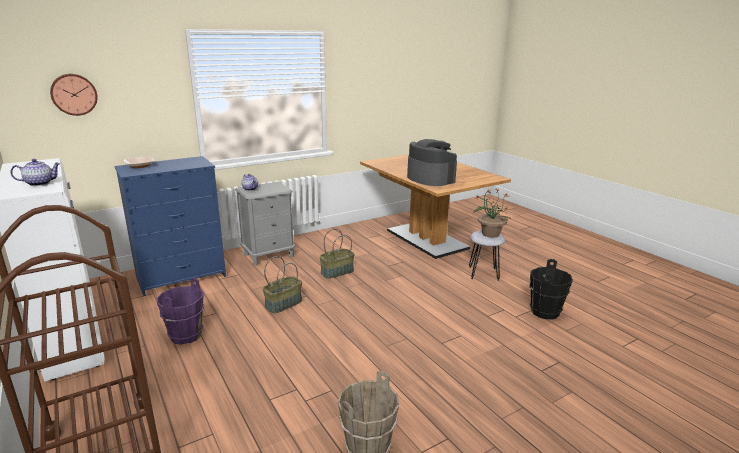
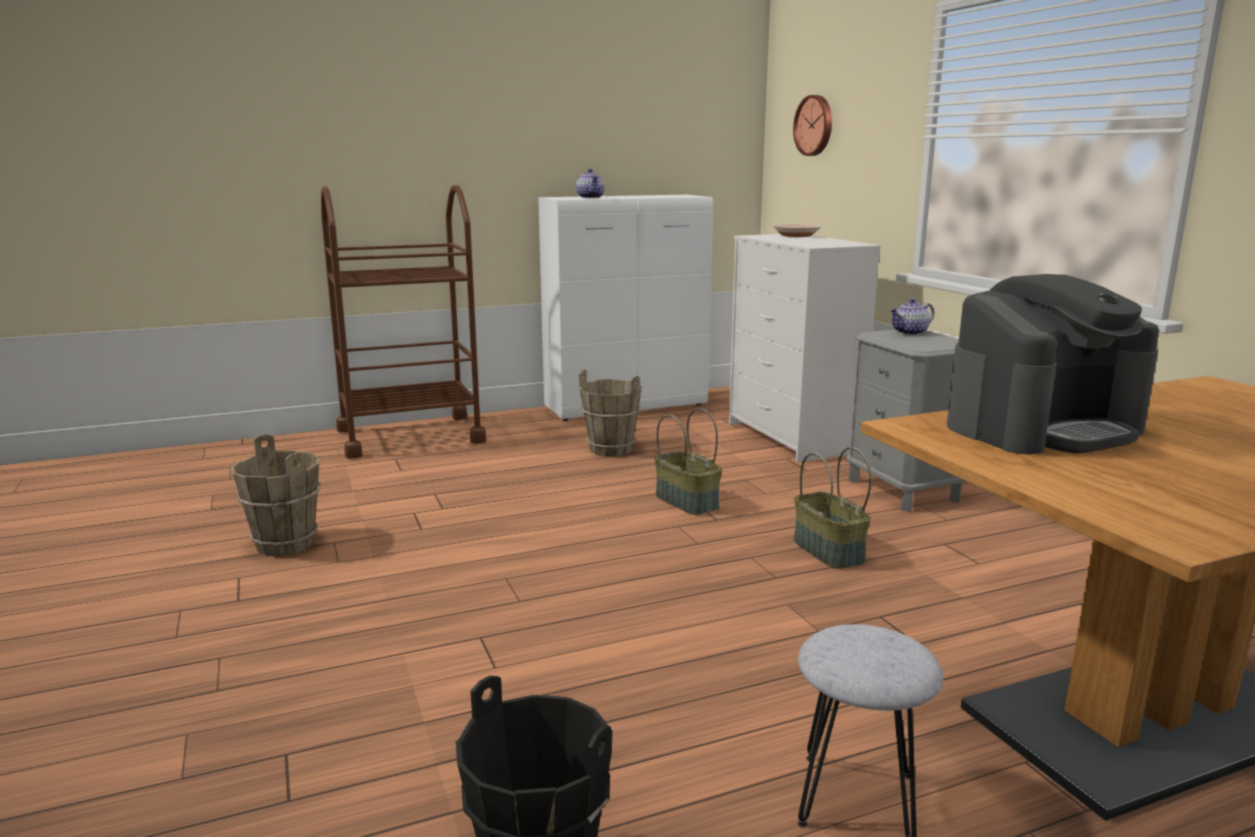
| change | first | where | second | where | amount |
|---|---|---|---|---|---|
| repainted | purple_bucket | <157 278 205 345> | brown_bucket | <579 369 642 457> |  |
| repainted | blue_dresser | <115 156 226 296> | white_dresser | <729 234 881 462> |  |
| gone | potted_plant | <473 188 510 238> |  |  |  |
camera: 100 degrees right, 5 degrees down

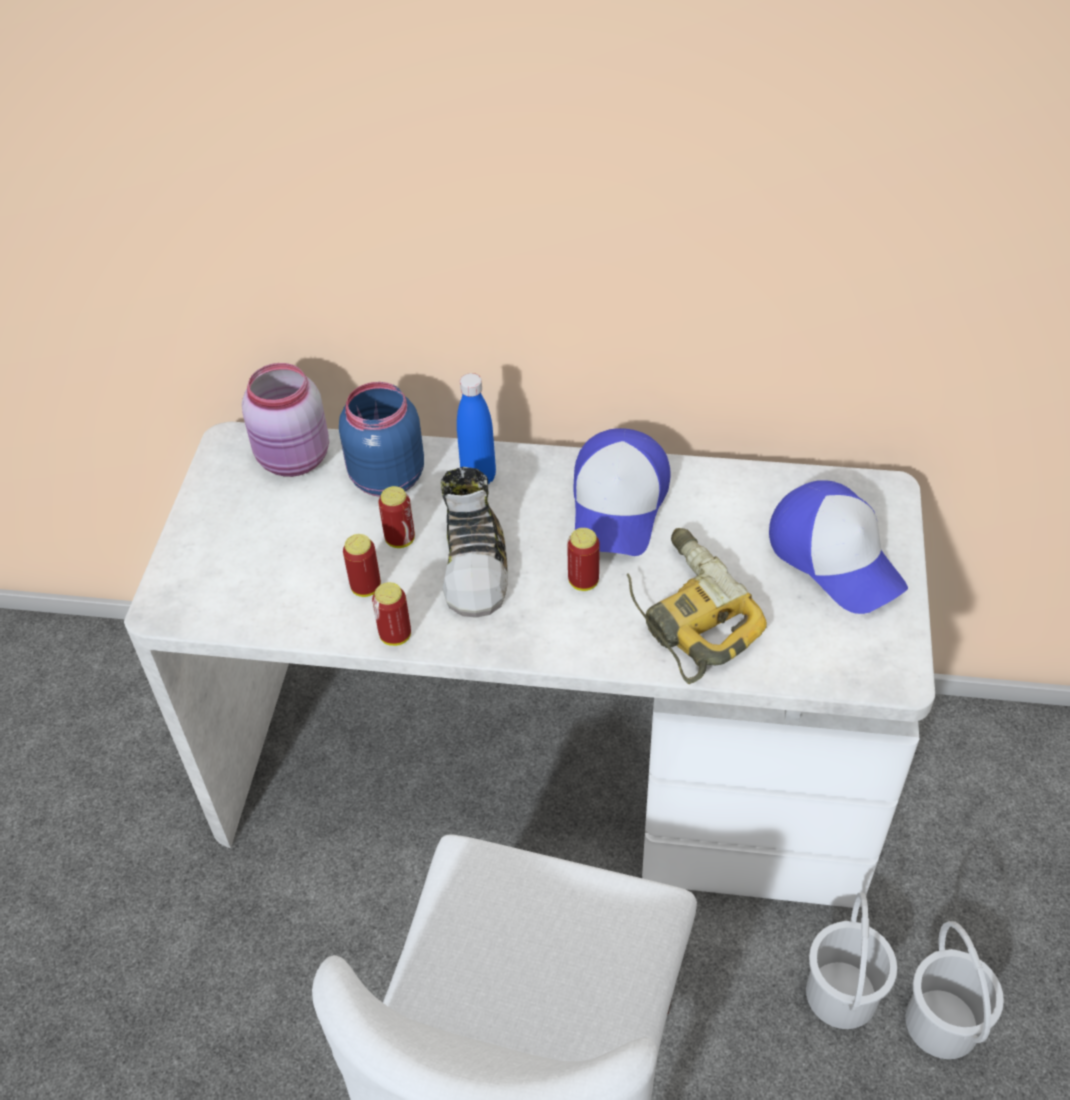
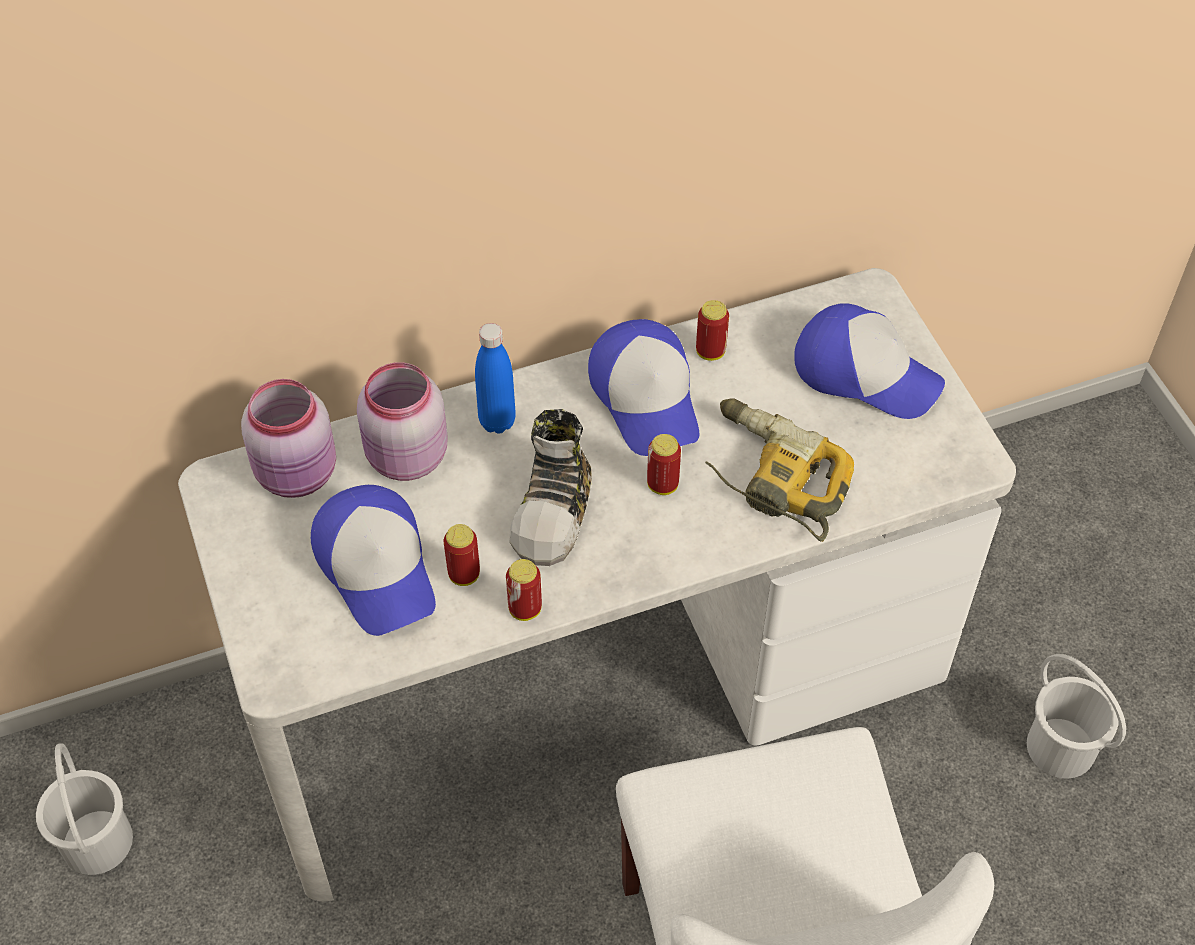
| change | first | where | second | where | amount |
|---|---|---|---|---|---|
| shifted | white_bucket | <806 893 897 1029> |  | <36 743 133 875> |  |
| new |  |  | cap | <311 485 436 636> |  |
| repainted | blue_jar | <339 382 424 497> | pink_jar | <357 362 448 481> |  |
| rotated | shoe | <441 467 508 618> |  | <509 409 592 566> | 45 degrees clockwise |
| shifted | can | <378 486 415 548> |  | <696 300 729 361> |  |
camera: 30 degrees left, 5 degrees up

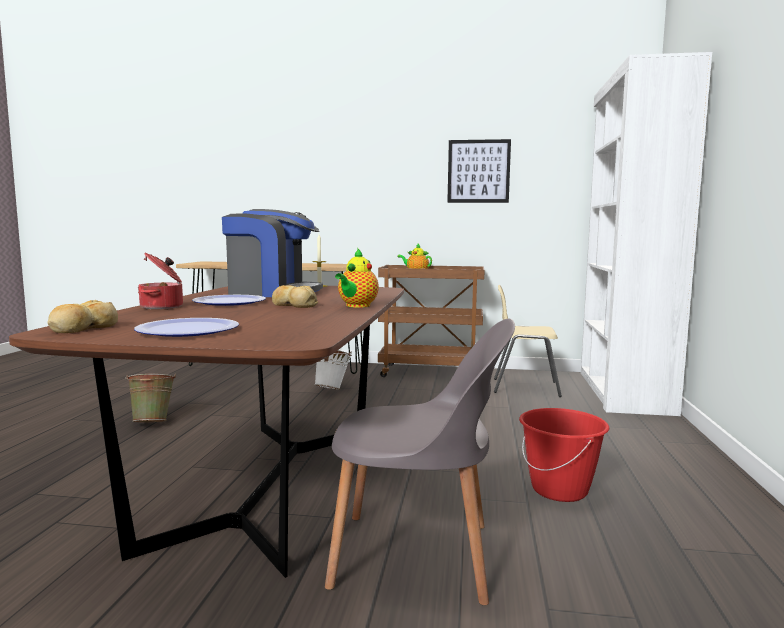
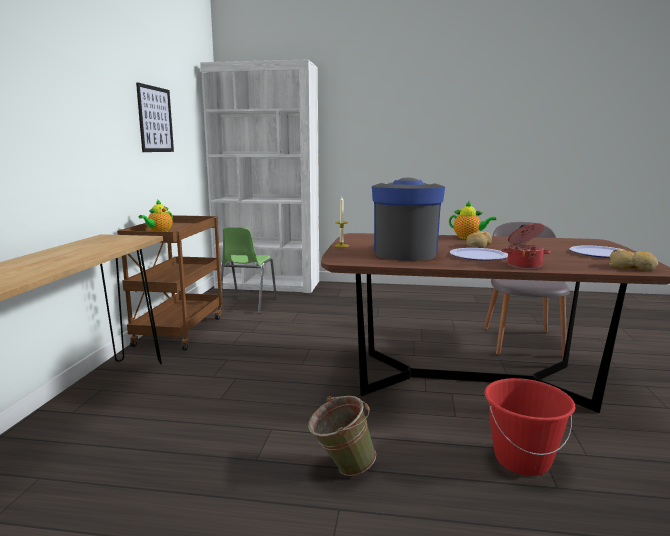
| change | first | where | second | where | amount |
|---|---|---|---|---|---|
| repainted | beige_chair | <494 285 562 397> | green_chair | <220 227 277 314> |  |
| shifted | red_bucket | <519 408 609 502> |  | <484 378 576 476> |  |
| gone | white_bucket | <314 350 352 390> |  |  |  |
camera: 90 degrees left, 5 degrees up

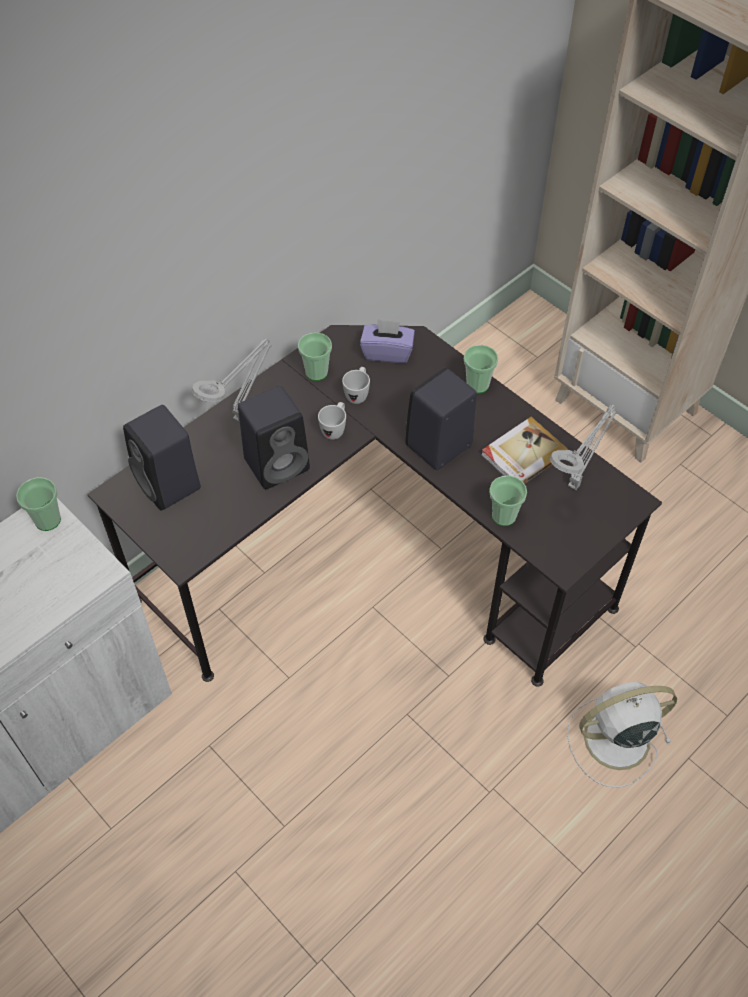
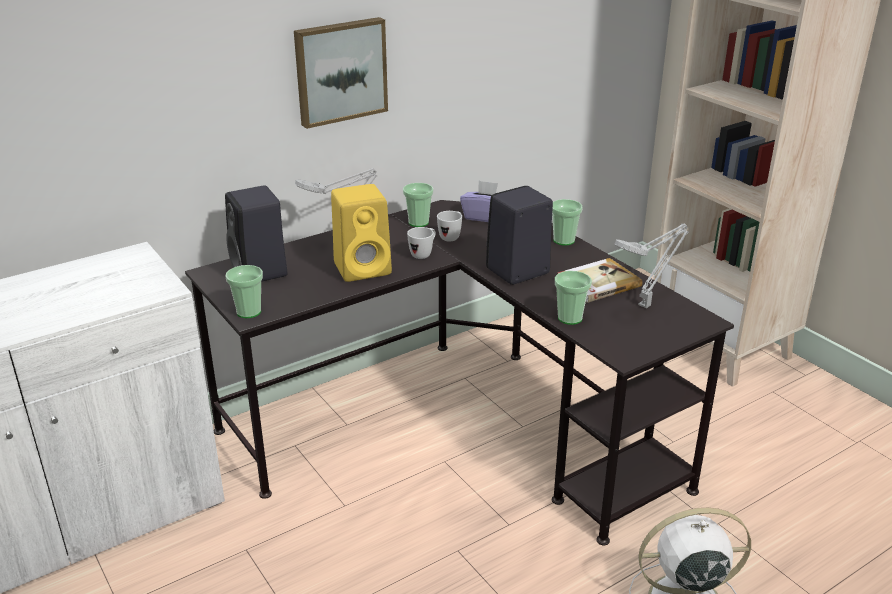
| change | first | where | second | where | amount |
|---|---|---|---|---|---|
| shifted | cup | <16 477 61 531> |  | <226 265 263 318> |  |
| new |  |  | picture | <294 17 388 129> |  |
| repainted | black_speaker | <238 386 310 489> | yellow_speaker | <331 184 392 282> |  |
camera: 10 degrees right, 25 degrees down

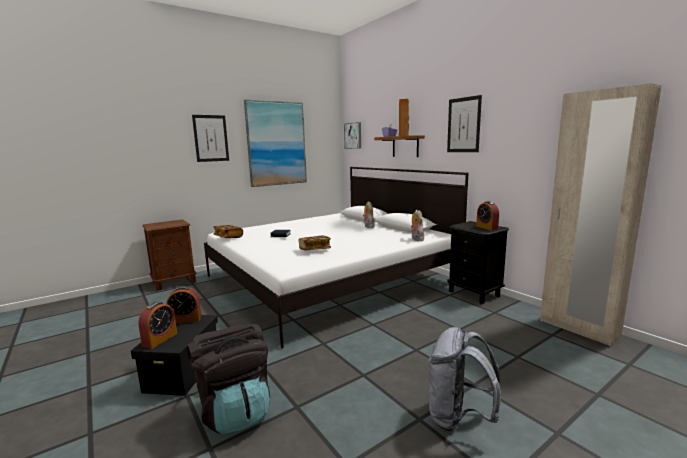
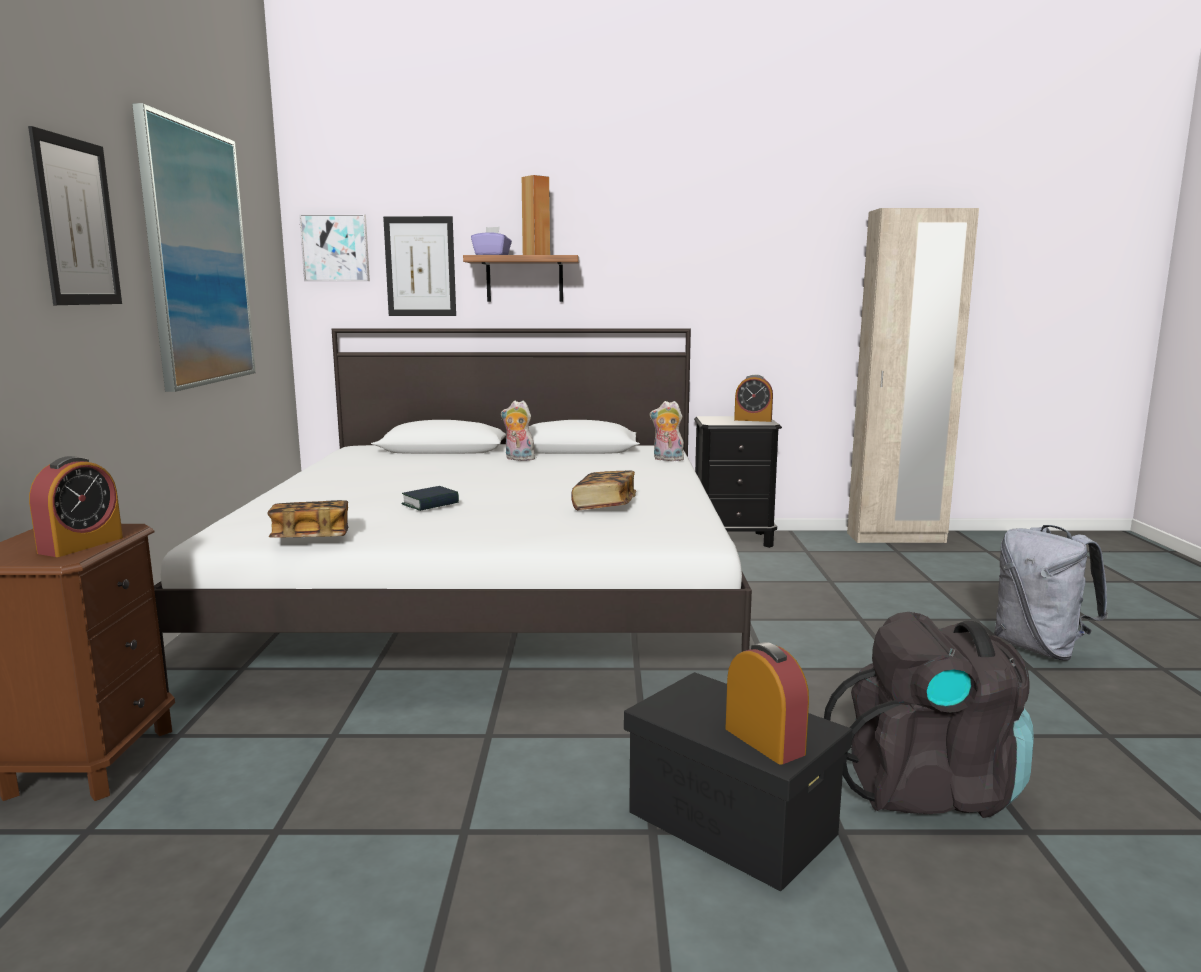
| change | first | where | second | where | amount |
|---|---|---|---|---|---|
| shifted | alarm_clock | <166 286 201 324> |  | <29 456 123 557> |  |
| shifted | picture | <447 95 482 152> |  | <383 216 456 316> |  |
camera: 55 degrees left, 0 degrees up

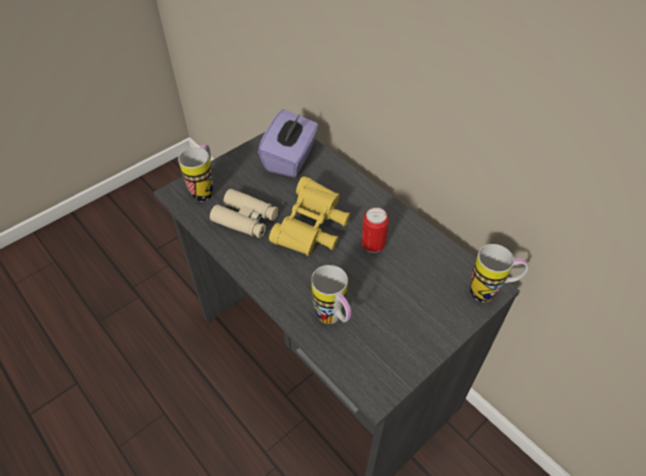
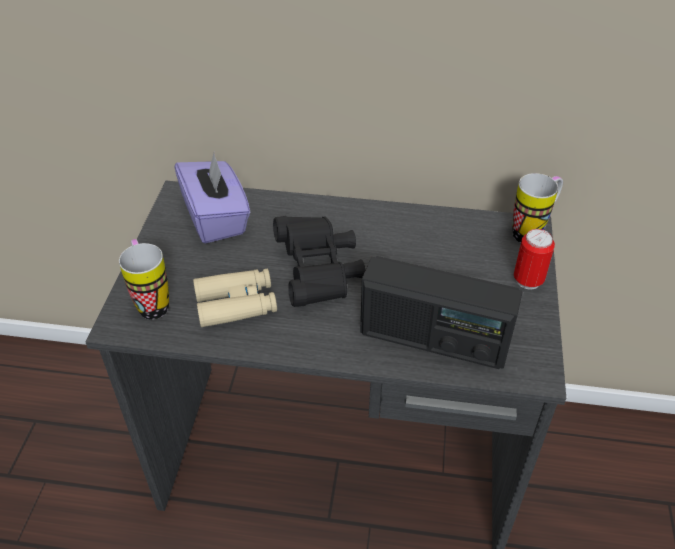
| change | first | where | second | where | amount |
|---|---|---|---|---|---|
| repainted | yellow_binoculars | <269 176 350 256> | black_binoculars | <273 216 365 307> |  |
| swapped | mug | <311 265 351 324> | radio | <360 256 522 369> |  |
| shifted | can | <361 207 389 253> |  | <514 229 555 289> |  |
camera: 40 degrees left, 5 degrees down

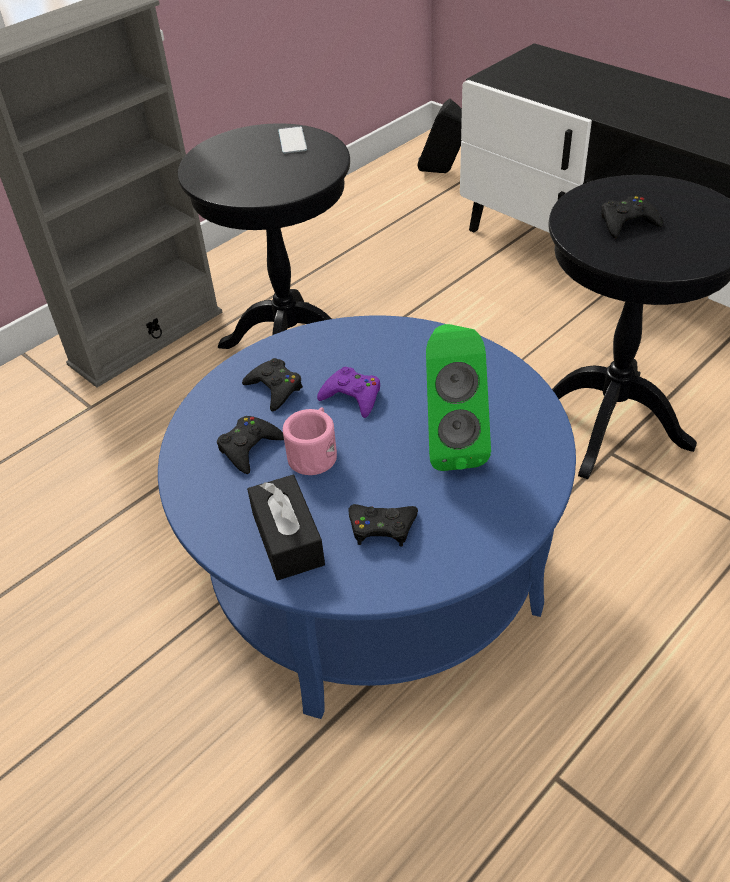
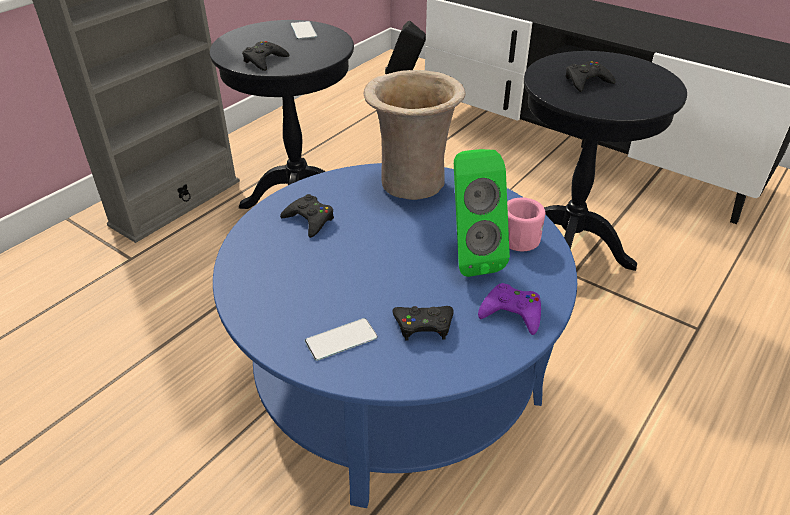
| change | first | where | second | where | amount |
|---|---|---|---|---|---|
| shifted | black_game_controller | <217 416 284 474> |  | <242 41 289 71> |  |
| swapped | black_tissue_box | <247 475 325 580> | phone | <305 318 378 361> |  |
| new |  |  | beige_vase | <363 70 466 200> |  |
| shifted | purple_game_controller | <317 367 380 418> |  | <478 283 541 335> |  |
| shifted | pink_mug | <283 407 337 475> |  | <507 197 545 251> |  |
camera: 10 degrees left, 5 degrees down

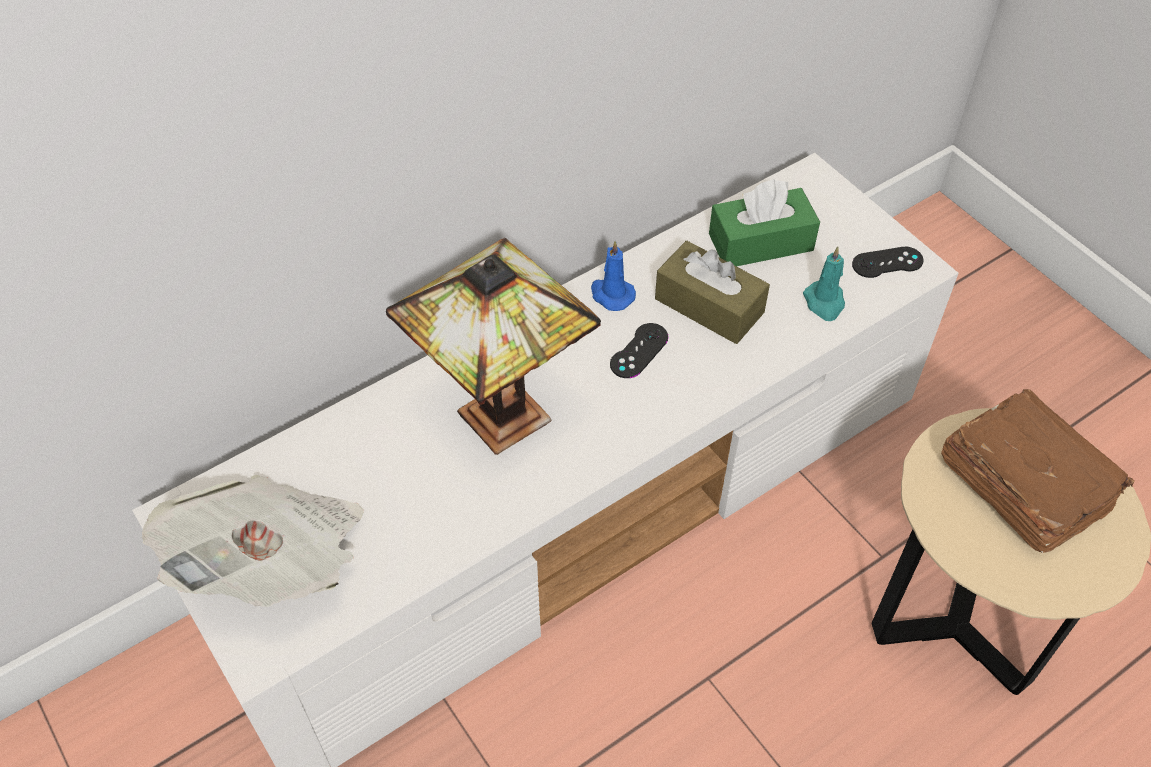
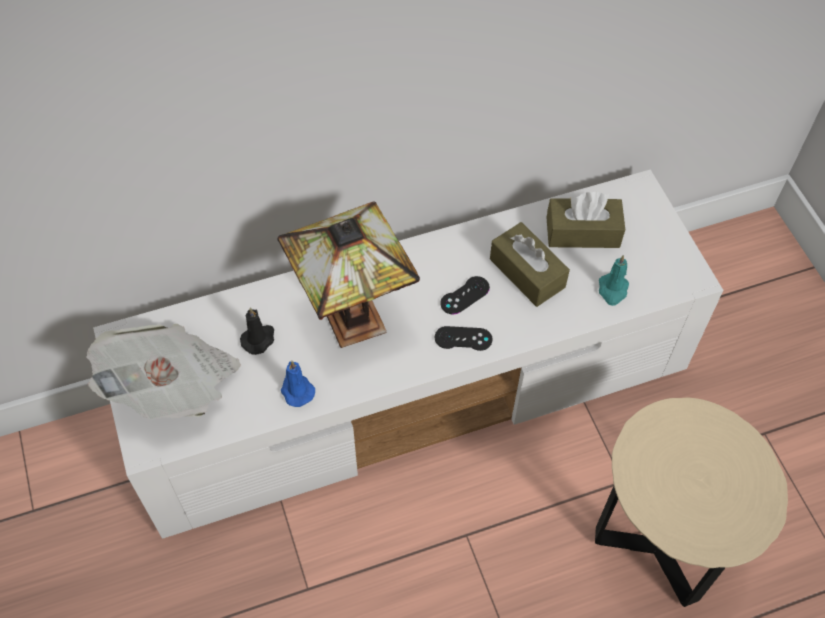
| change | first | where | second | where | amount |
|---|---|---|---|---|---|
| new |  |  | black_candle | <240 307 274 355> |  |
| shifted | blue_candle | <591 241 636 311> |  | <281 361 315 407> |  |
| shifted | black_game_controller | <852 247 923 278> |  | <435 326 493 351> |  |
| repainted | green_tissue_box | <709 179 820 267> | brown_tissue_box | <547 192 625 248> |  |
| gone | brown_book | <941 389 1134 553> |  |  |  |
camera: 15 degrees right, 5 degrees up

